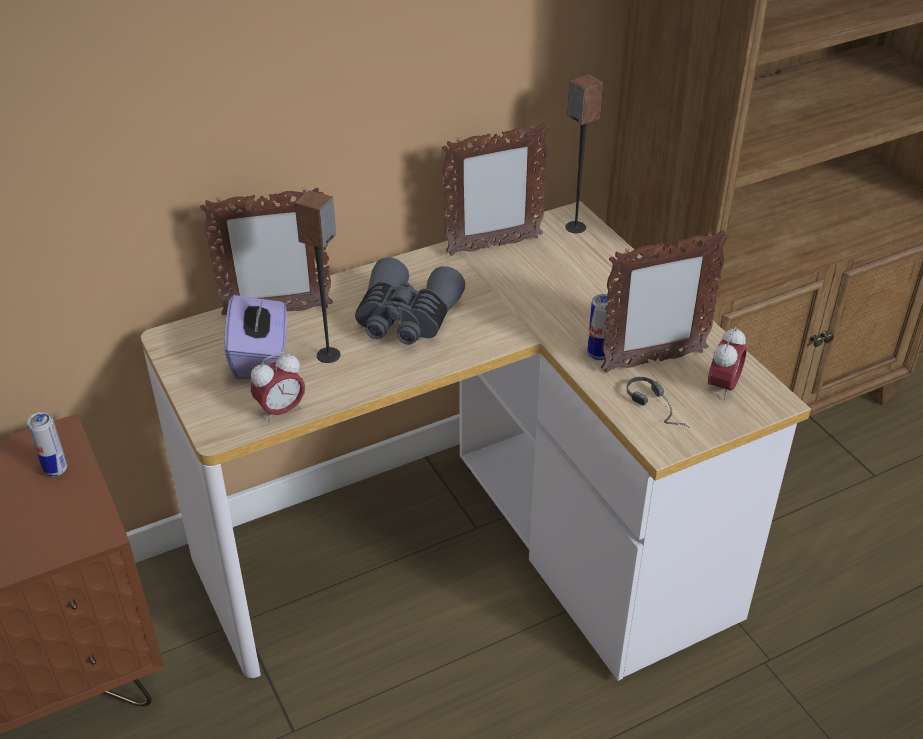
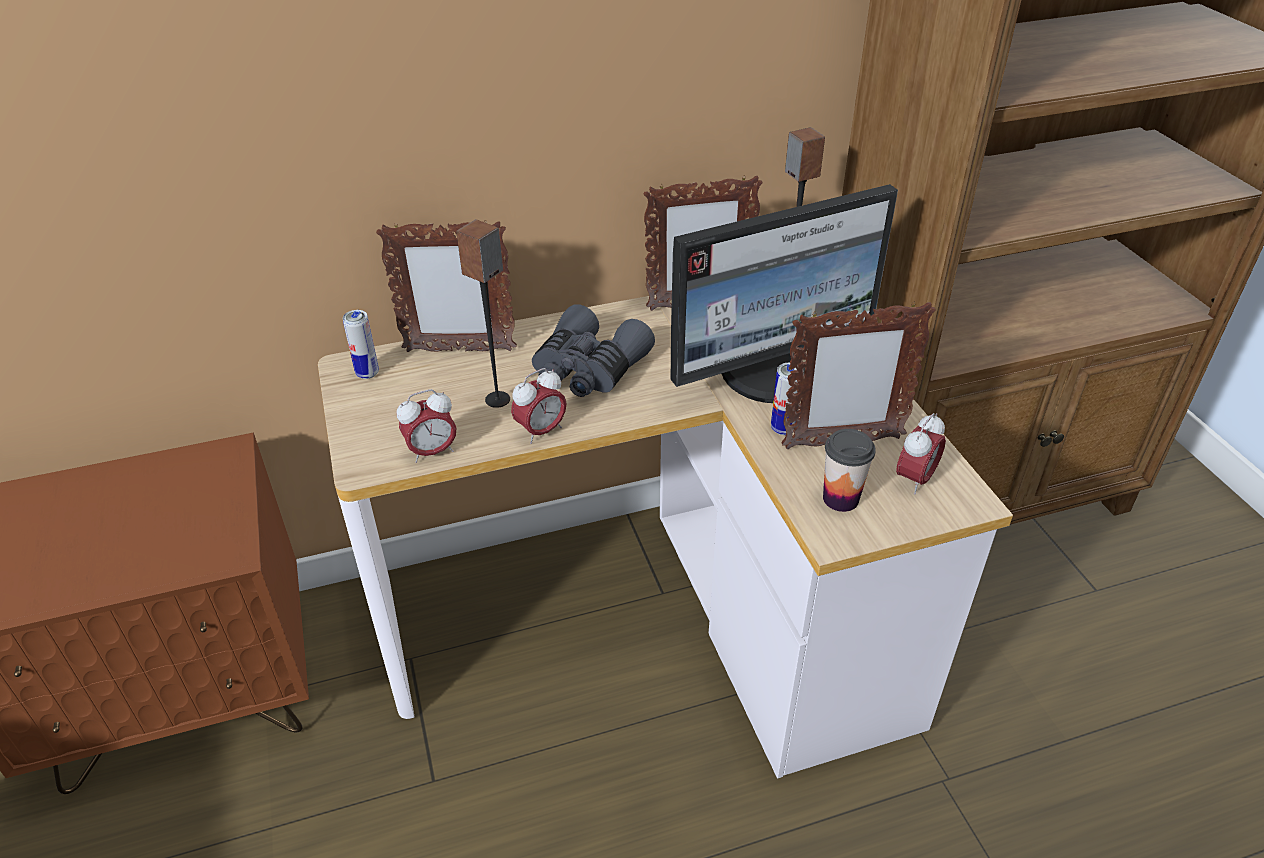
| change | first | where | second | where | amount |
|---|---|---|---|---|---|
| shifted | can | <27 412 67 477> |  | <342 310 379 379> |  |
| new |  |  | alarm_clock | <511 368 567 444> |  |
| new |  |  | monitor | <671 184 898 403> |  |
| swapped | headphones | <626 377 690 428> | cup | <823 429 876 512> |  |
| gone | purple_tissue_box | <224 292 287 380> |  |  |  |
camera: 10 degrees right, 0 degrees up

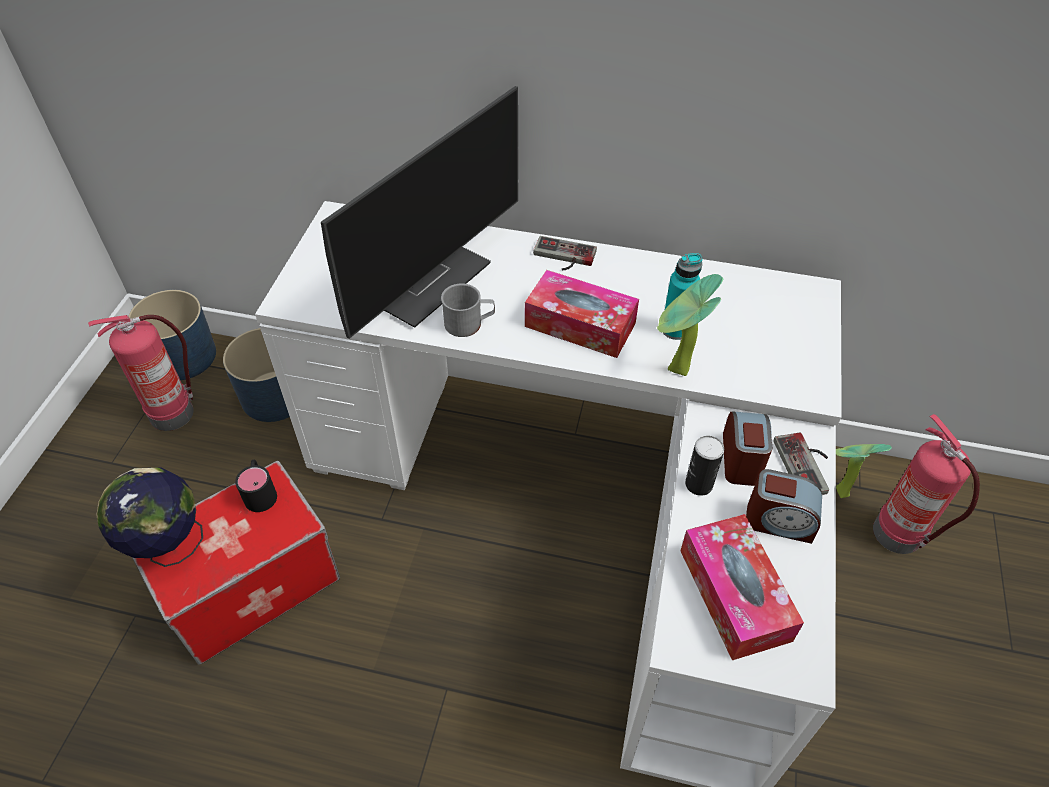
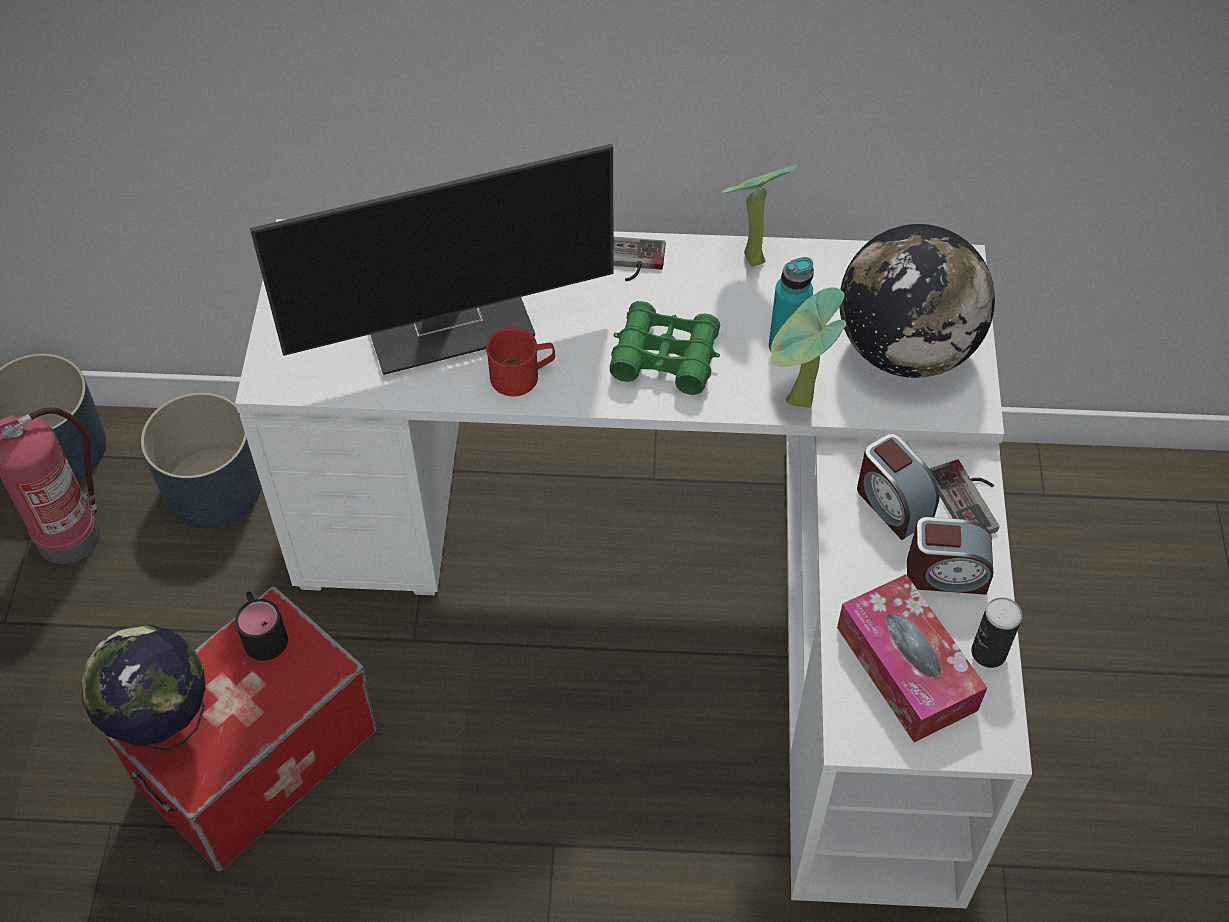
| change | first | where | second | where | amount |
|---|---|---|---|---|---|
| rotated | monitor | <321 86 518 339> |  | <250 144 613 375> | 45 degrees clockwise |
| repainted | grey_mug | <441 283 495 337> | red_mug | <486 327 555 396> |  |
| swapped | tissue_box | <525 270 639 358> | green_binoculars | <610 301 720 395> |  |
| shifted | potted_plant | <836 444 892 498> |  | <722 165 798 267> |  |
| new |  |  | globe | <839 224 995 378> |  |
| rotated | alarm_clock | <723 411 772 486> |  | <857 434 940 540> | 150 degrees clockwise |
| shifted | can | <685 436 724 496> |  | <971 597 1023 668> |  |
| gone | fire_extinguisher | <873 414 980 554> |  |  |  |
camera: 10 degrees left, 5 degrees up

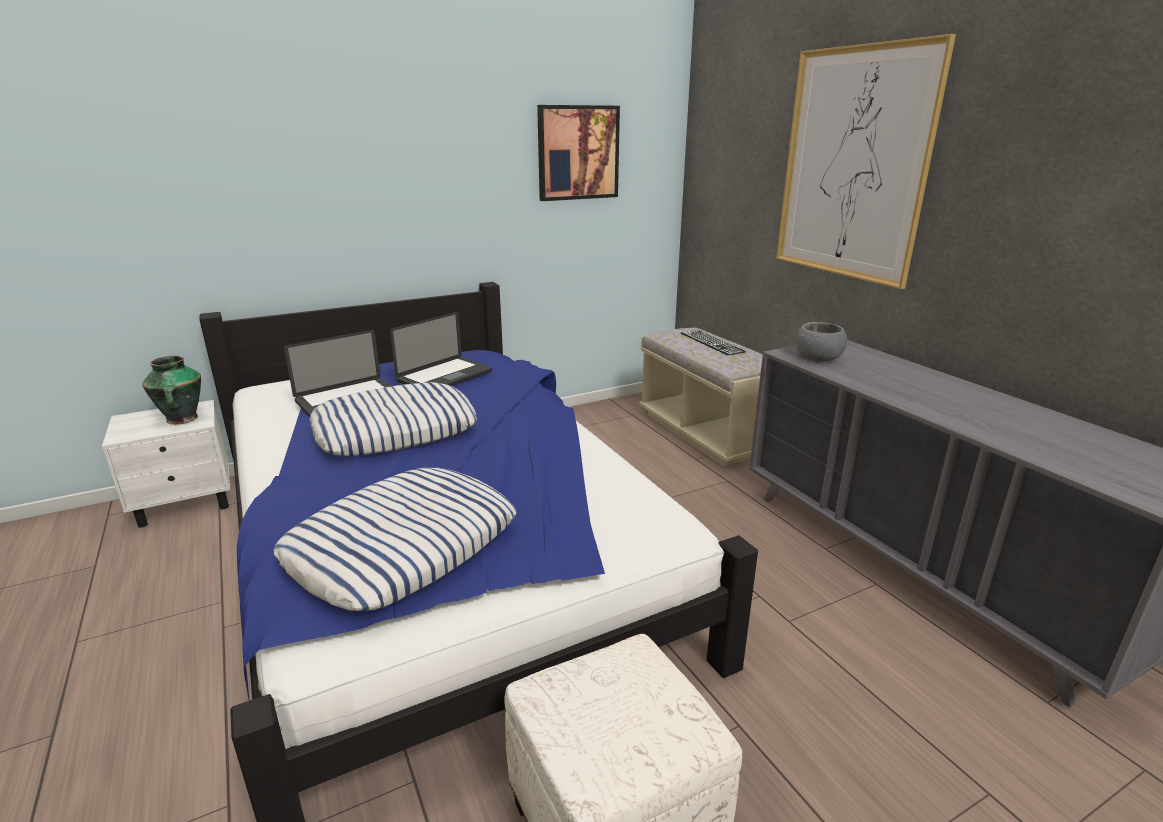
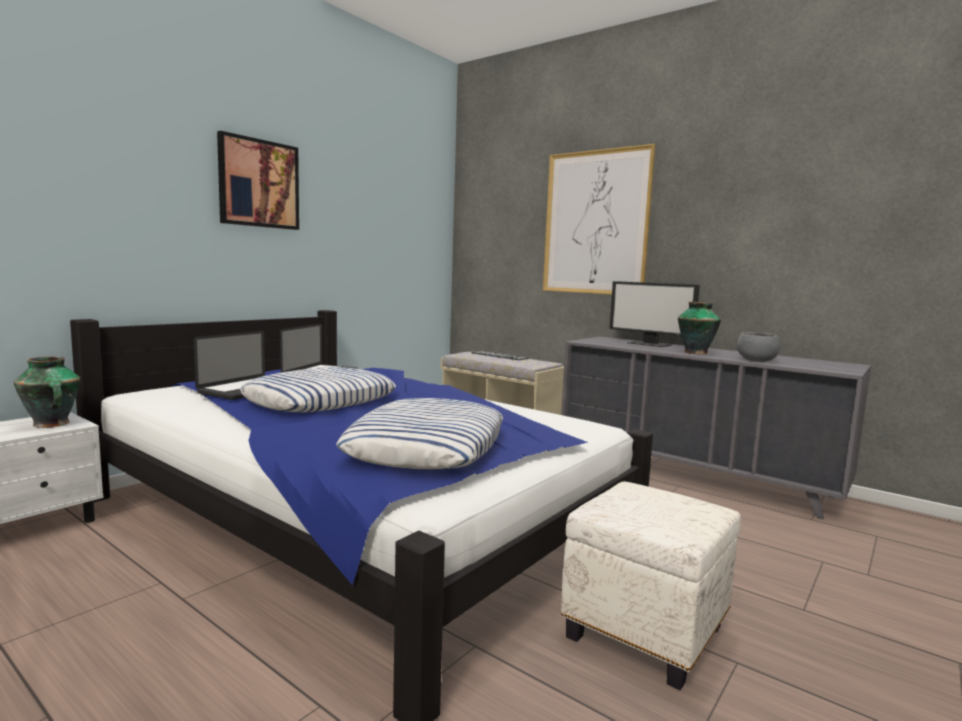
| change | first | where | second | where | amount |
|---|---|---|---|---|---|
| shifted | picture | <537 105 620 201> |  | <217 131 299 230> |  |
| new |  |  | monitor | <609 281 700 347> |  |
| new |  |  | vase | <678 302 721 354> |  |
| shifted | grey_bowl | <795 322 847 362> |  | <737 332 781 362> |  |
camera: 25 degrees left, 15 degrees down

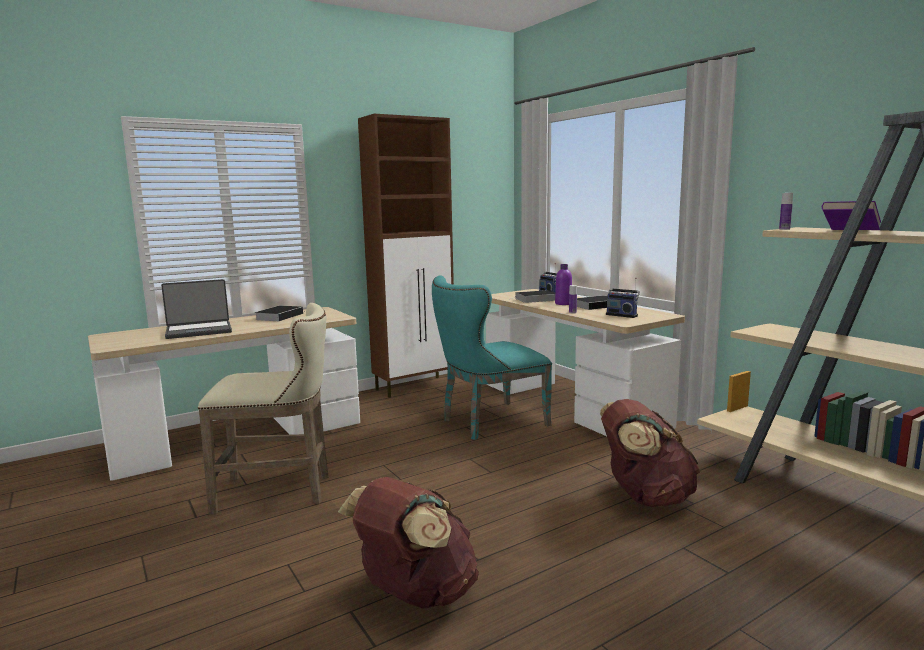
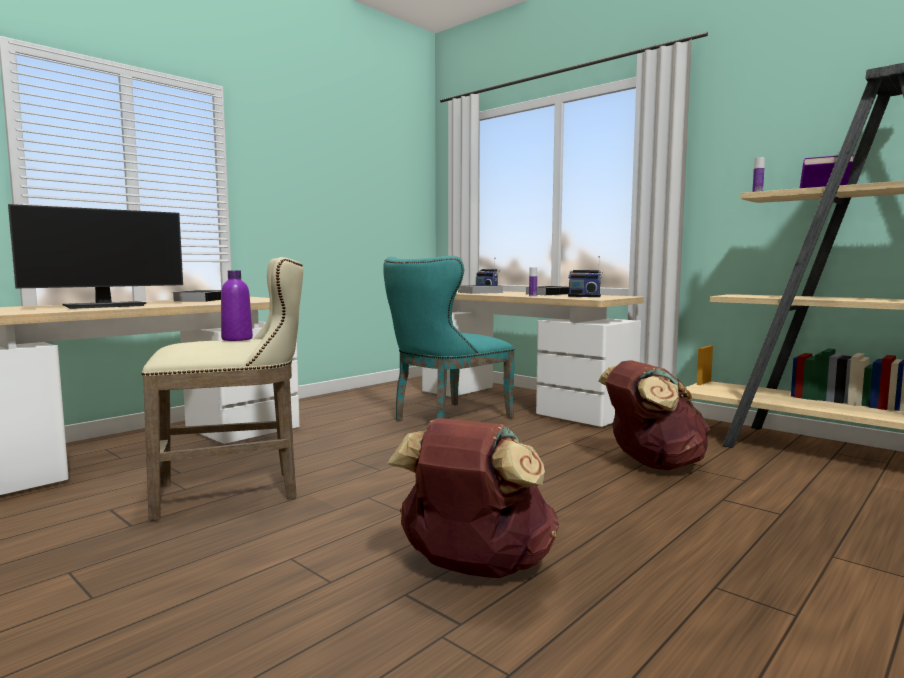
| change | first | where | second | where | amount |
|---|---|---|---|---|---|
| swapped | laptop | <161 279 232 339> | monitor | <8 204 183 309> |  |
| shifted | purple_bottle | <555 264 572 305> |  | <221 270 253 341> |  |
| gone | brown_cabinet | <358 114 454 398> |  |  |  |
camera: 15 degrees left, 5 degrees down

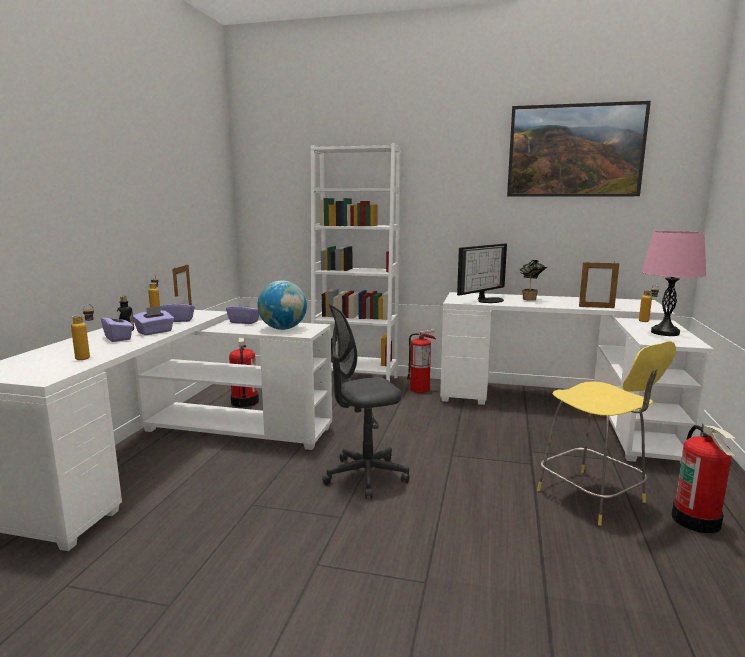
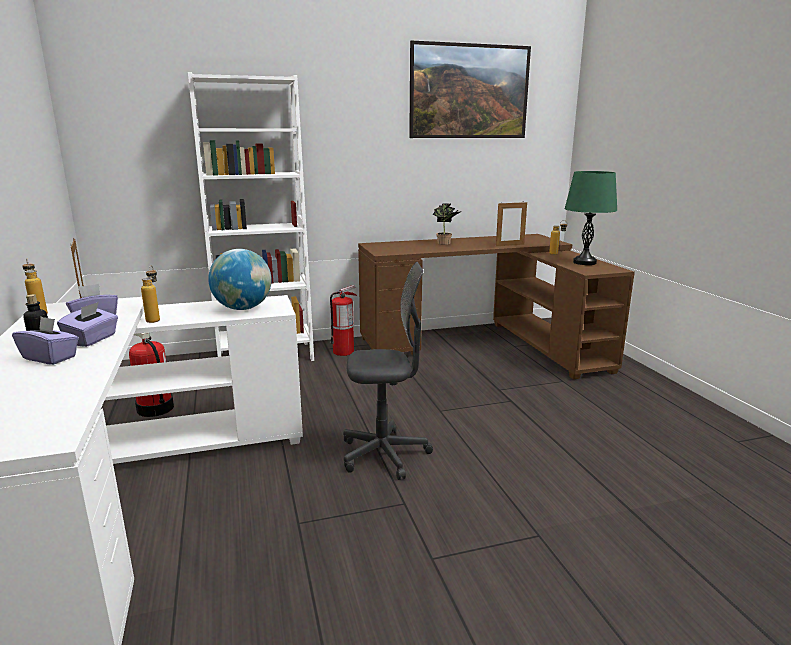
| change | first | where | second | where | amount |
|---|---|---|---|---|---|
| shifted | bottle | <71 304 94 360> |  | <141 267 160 323> |  |
| rotated | grey_office_chair | <322 303 410 499> |  | <343 262 433 480> | 135 degrees counterclockwise |
| repainted | white_desk | <440 292 714 464> | brown_desk | <358 234 635 379> |  |
| repainted | pink_table_lamp | <642 231 706 336> | green_table_lamp | <565 171 618 265> |  |
| gone | purple_tissue_box | <226 299 259 324> |  |  |  |
| gone | monitor | <457 244 507 303> |  |  |  |
| gone | yellow_stool | <537 341 676 526> |  |  |  |
| gone | fire_extinguisher | <672 425 735 533> |  |  |  |
camera: 30 degrees left, 5 degrees up

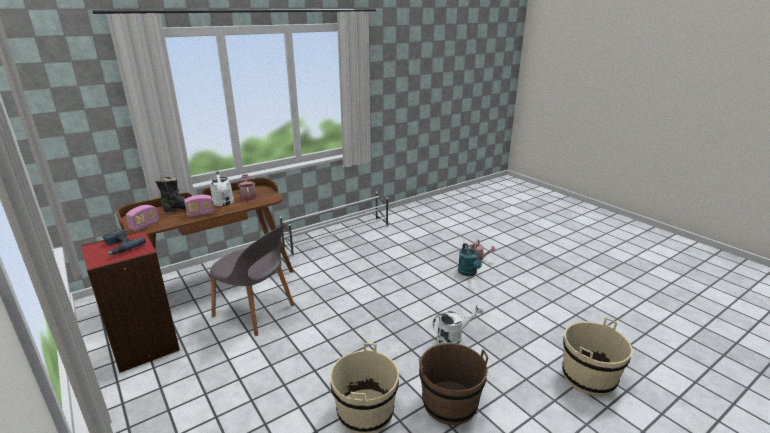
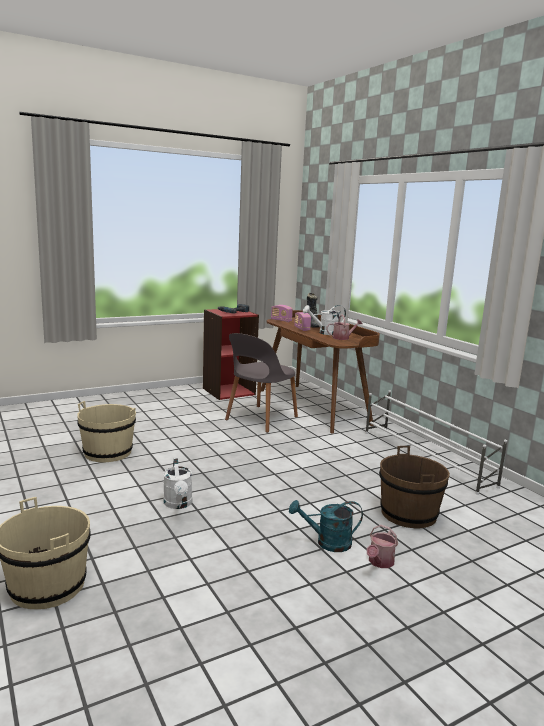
| change | first | where | second | where | amount |
|---|---|---|---|---|---|
| shifted | brown_bucket | <419 343 488 425> |  | <379 446 450 528> |  |
camera: 95 degrees right, 10 degrees down

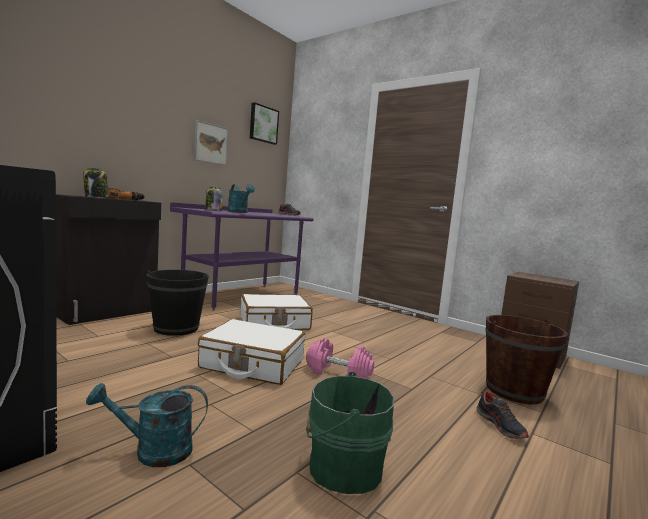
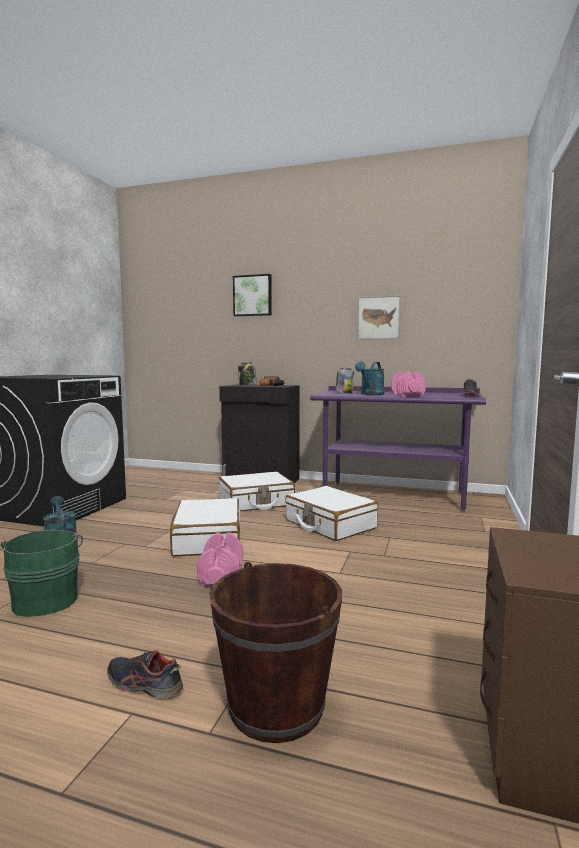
| change | first | where | second | where | amount |
|---|---|---|---|---|---|
| rotated | shoe | <476 391 529 439> |  | <107 650 183 698> | 60 degrees clockwise |
| swapped | black_bucket | <147 270 209 336> | white_suitcase | <218 472 295 511> |  |
| shifted | picture | <250 102 279 145> |  | <233 274 272 316> |  |
| new |  |  | pink_dumbbell | <391 371 426 396> |  |
camera: 70 degrees right, 0 degrees up

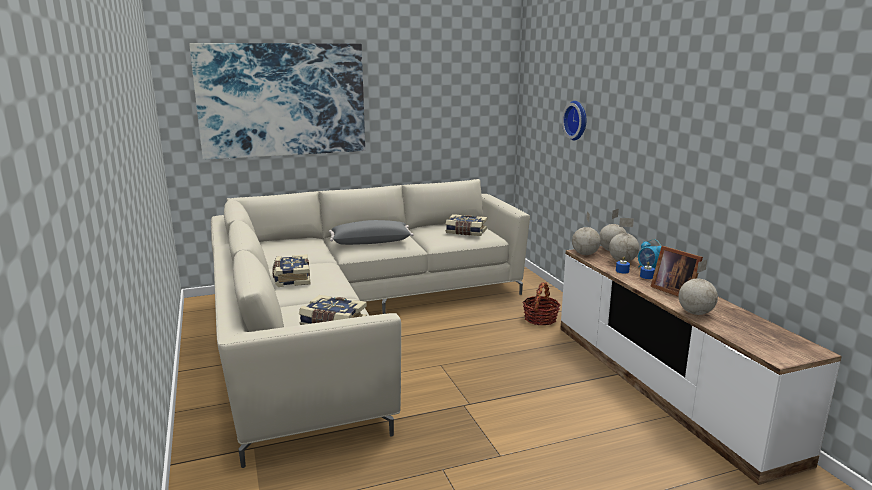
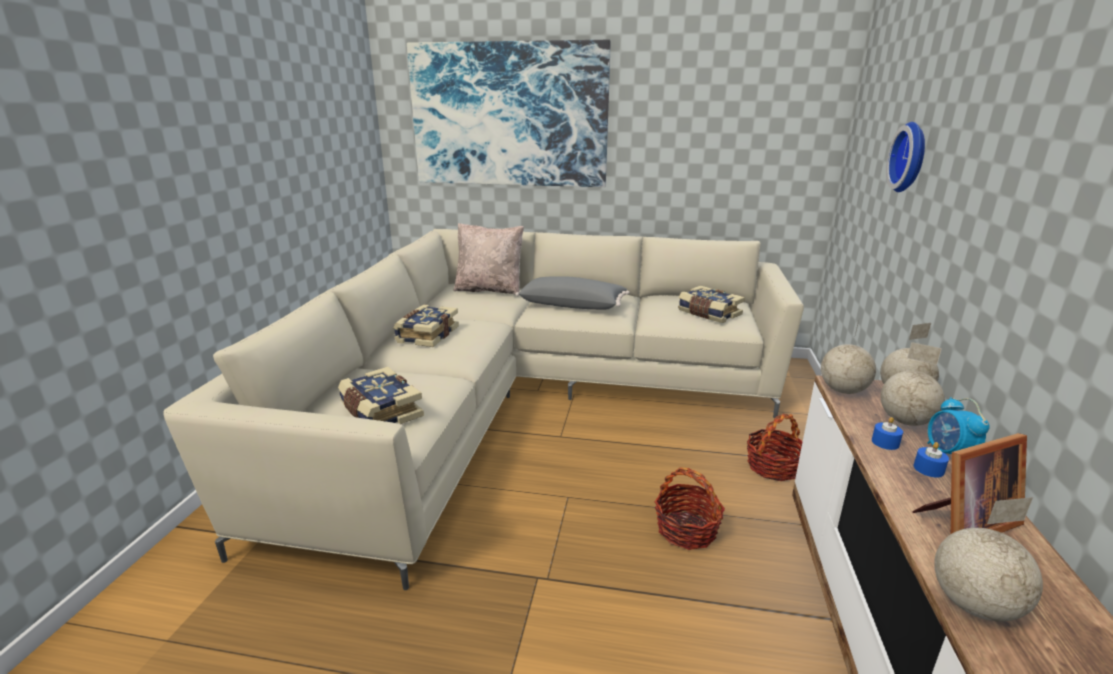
| change | first | where | second | where | amount |
|---|---|---|---|---|---|
| new |  |  | beige_pillow | <454 223 524 294> |  |
| new |  |  | basket | <654 467 725 550> |  |
| rotated | picture_frame | <650 246 703 297> |  | <912 433 1027 534> | 105 degrees counterclockwise |
camera: 30 degrees right, 5 degrees up

